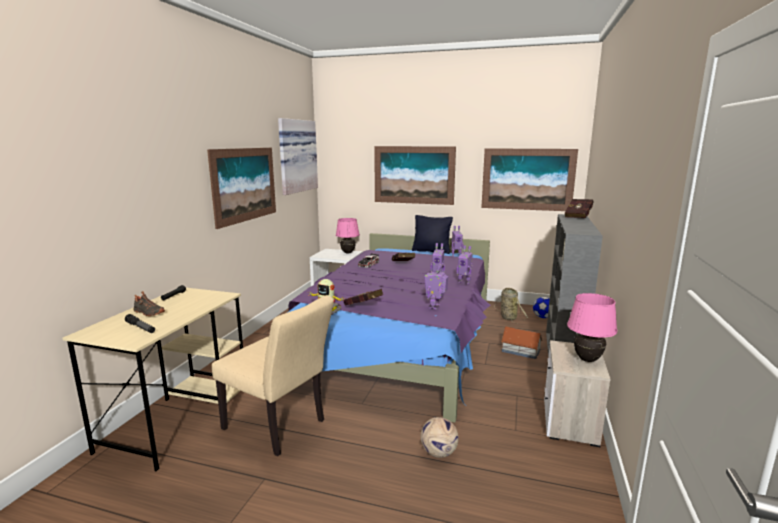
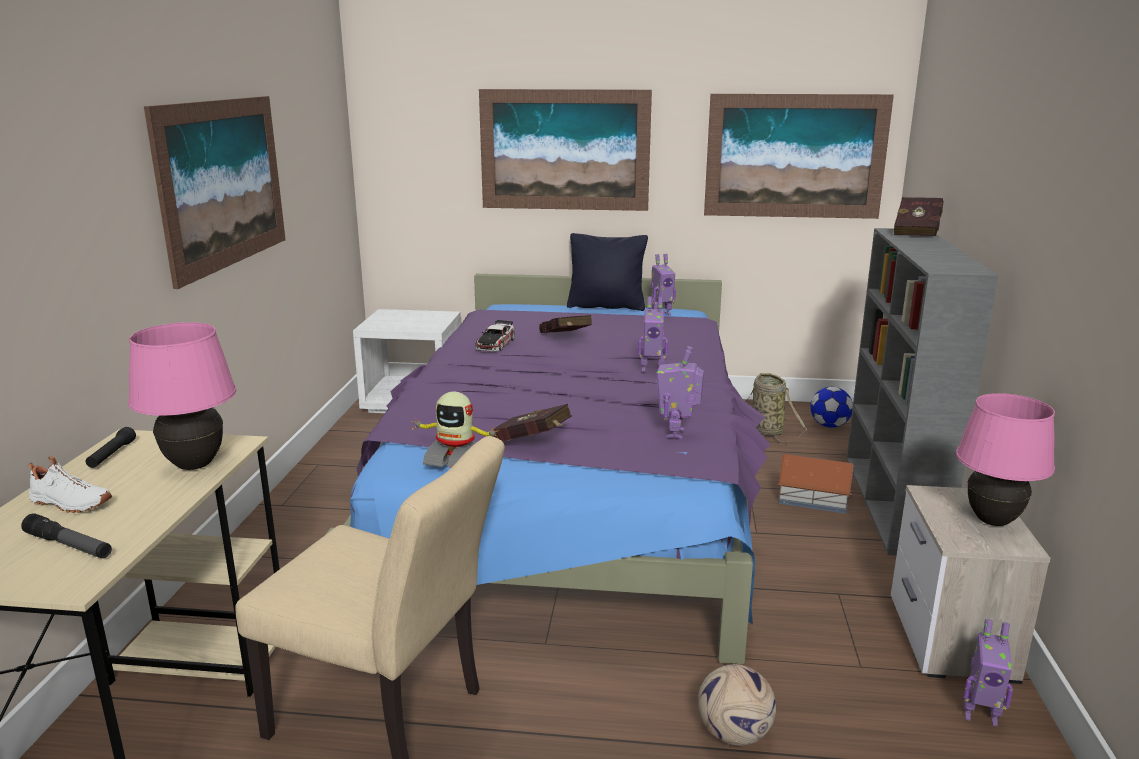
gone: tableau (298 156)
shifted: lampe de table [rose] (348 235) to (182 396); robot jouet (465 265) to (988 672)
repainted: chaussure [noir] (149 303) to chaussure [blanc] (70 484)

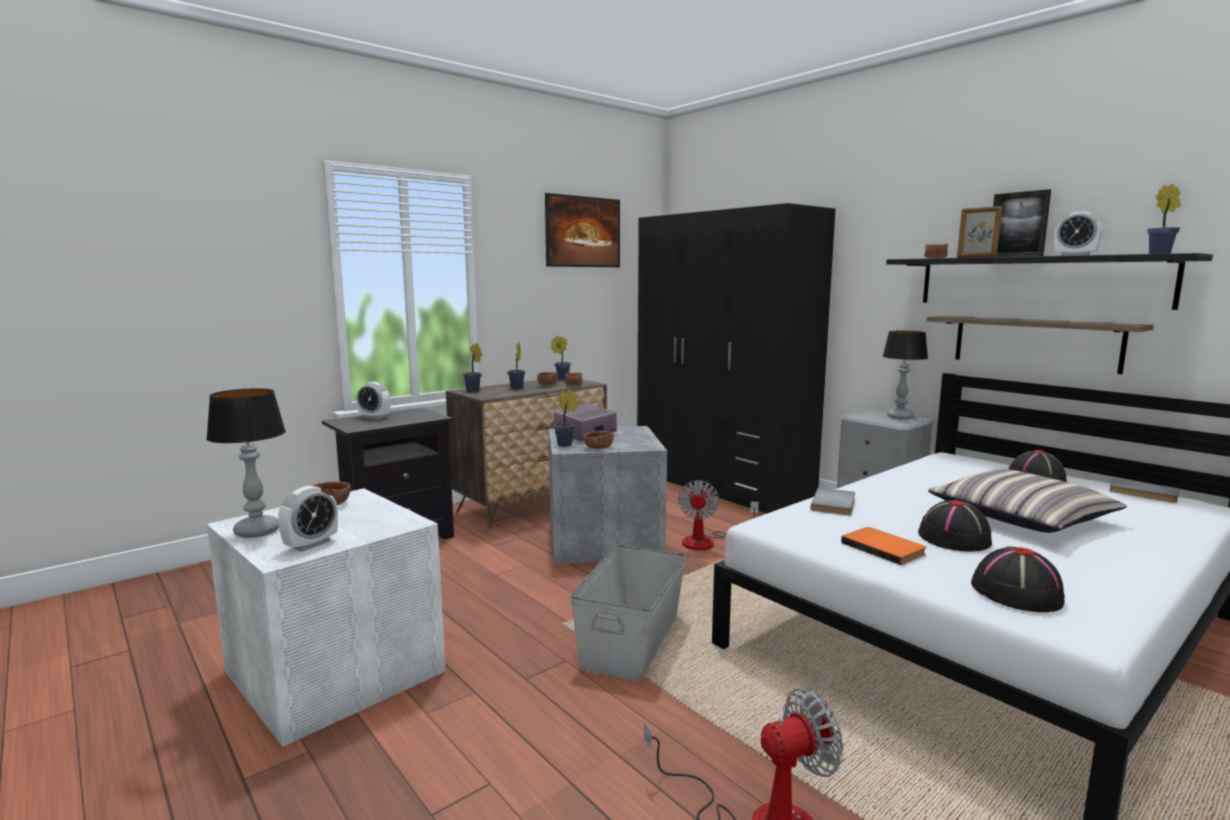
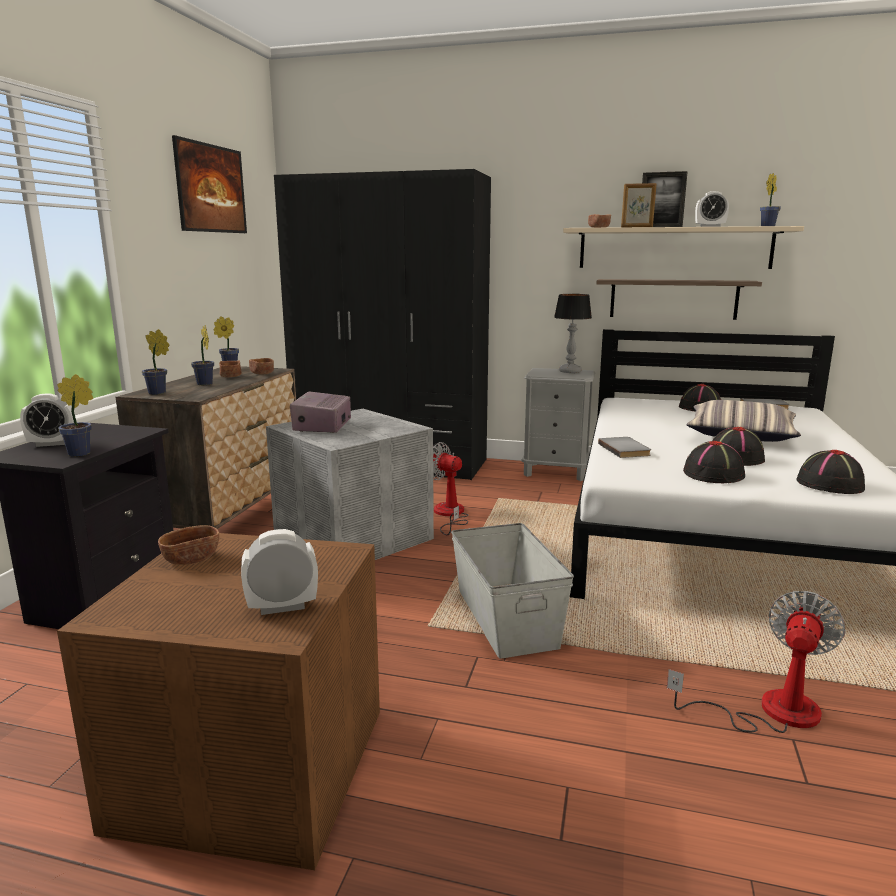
gone: lampe de table (246 463); bol [marron] (599 440)
shifted: plante en pot (566 418) to (75 415)
swapped: livre [orange] (883 546) to chapeau [noir] (714 462)
repainted: boîte de rangement [blanc] (326 617) to boîte de rangement [marron] (218 701); étagère [noir] (1049 281) to étagère [beige] (683 247)
rotated: réveil (308 519) = (279 572) 105 degrees counterclockwise; ventilateur (718 515) = (451 489) 150 degrees clockwise

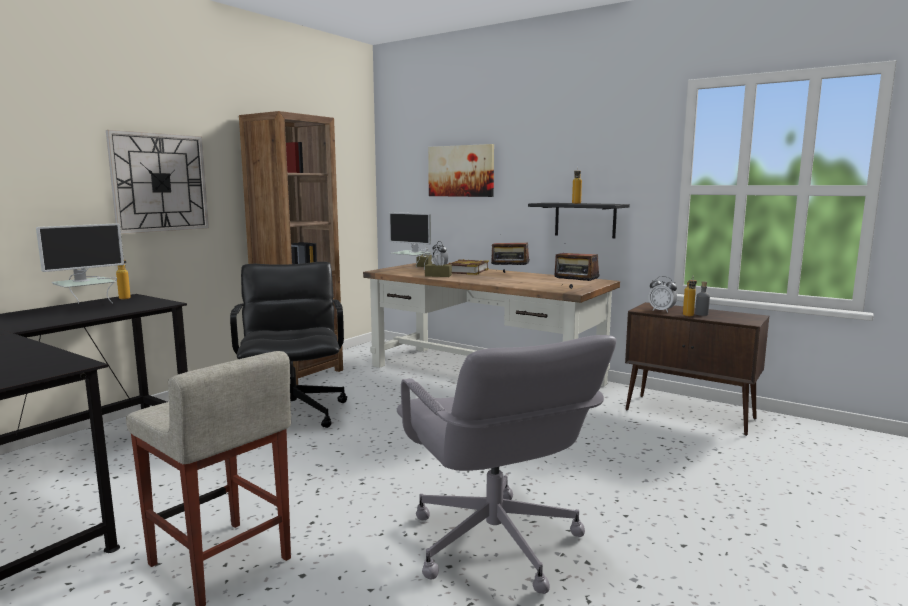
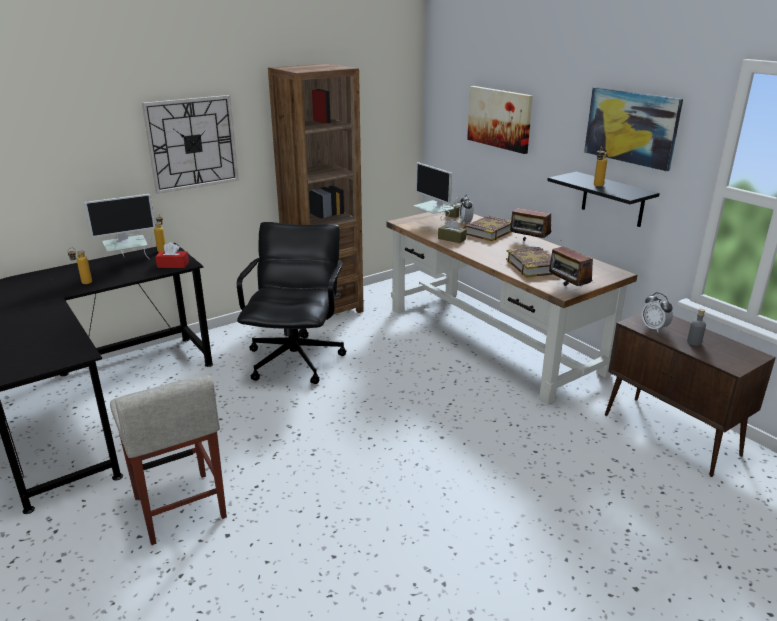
gone: chaise de bureau [gris] (506 464)
new: boîte à mouchoirs [rouge] (172 255); livre (529 262); tableau (633 129)
shifted: bouteille (690 296) to (79 265)

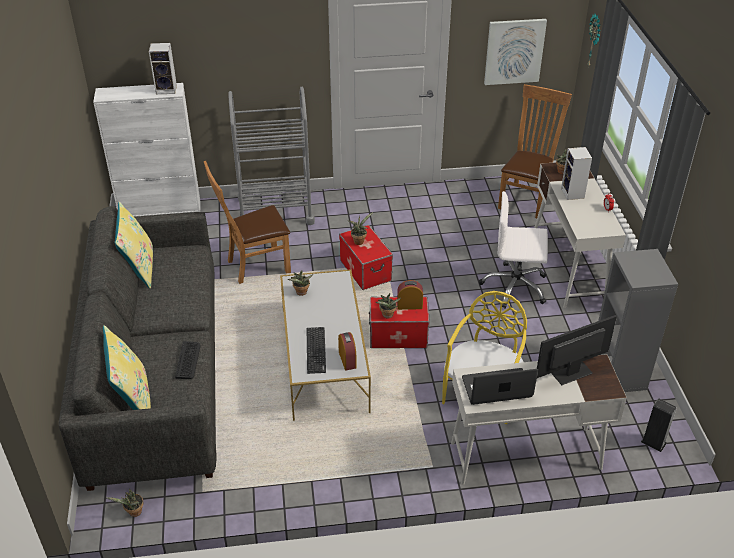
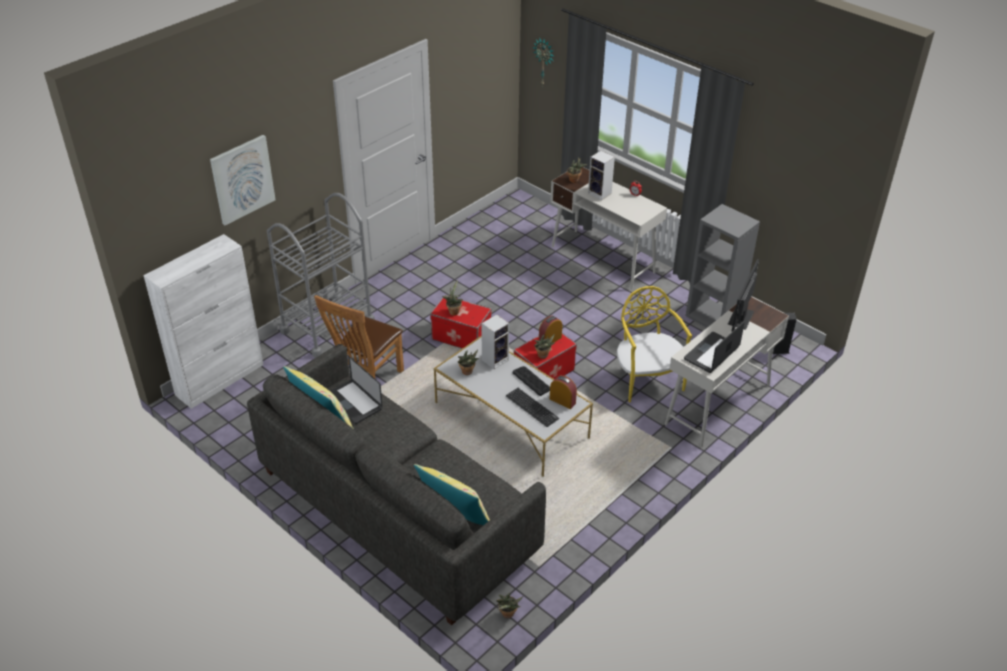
gone: chaise de bureau [blanc] (513 250); chaise [marron] (535 151)
new: ordinateur portable (356 390)
shifted: enceinte (163 68) to (495 341); clavier (188 360) to (531 381); tableau (515 52) to (243 180)

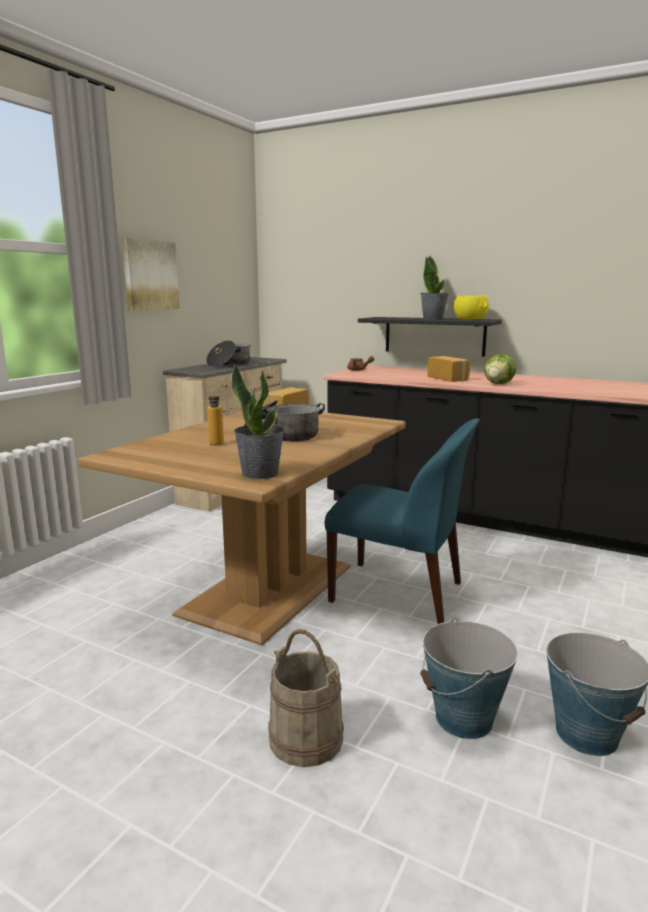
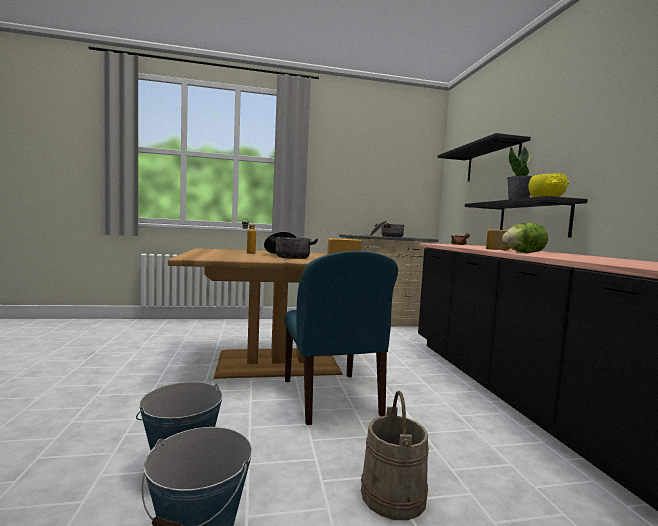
gone: tableau (151 273); plante en pot (257 421)
new: étagère [noir] (484 157)
shifted: seau [beige] (306 698) to (395 455)

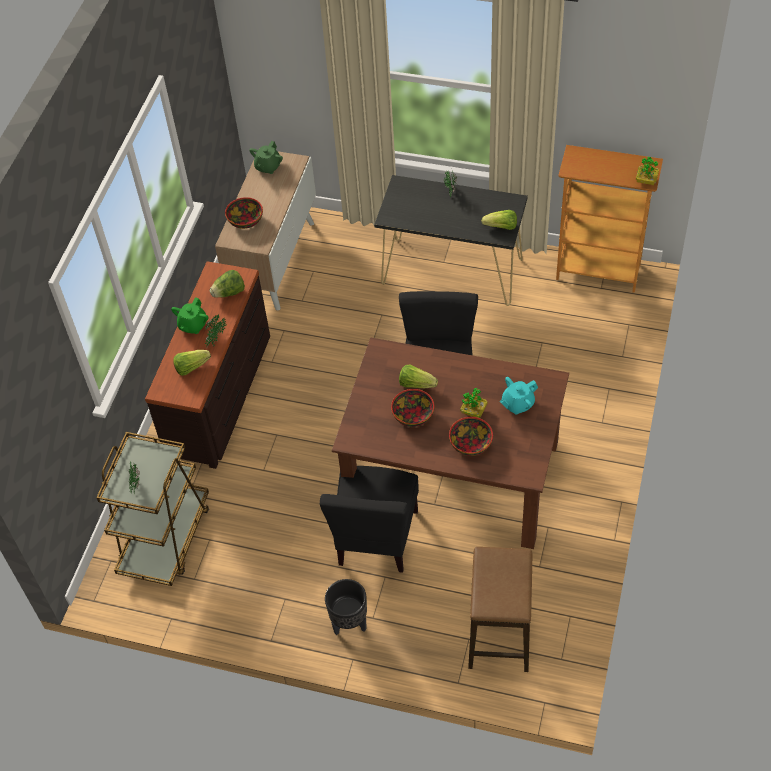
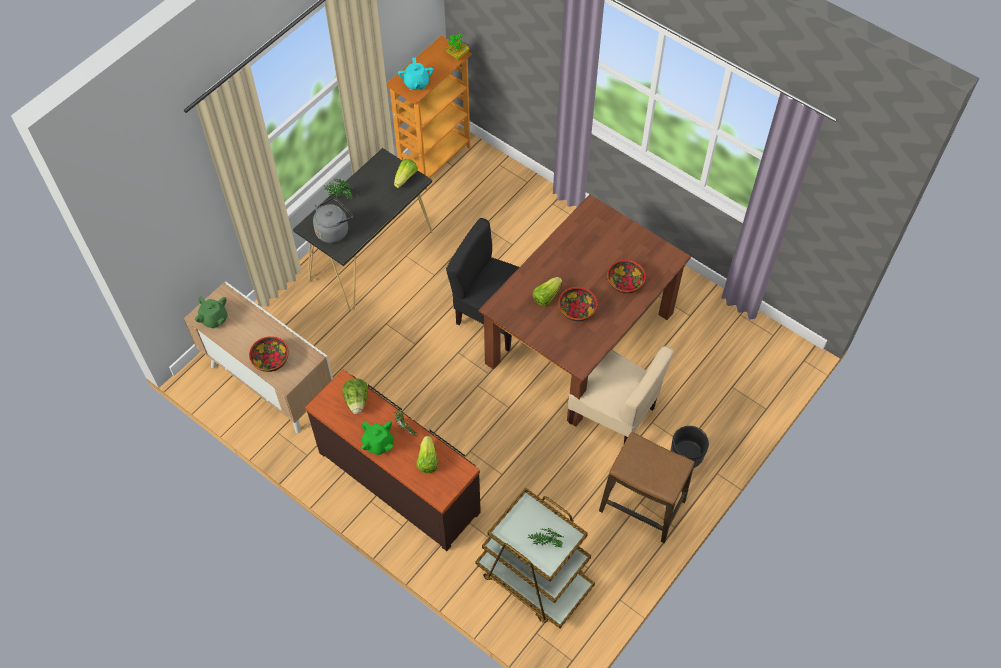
gone: plante en pot (473 403)
new: bouilloire [gris] (333 220)
shifted: tabouret (500 609) to (647 487); théière [turquoise] (518 396) to (415 74)
repainted: chaise [noir] (369 519) to chaise [beige] (621 394)

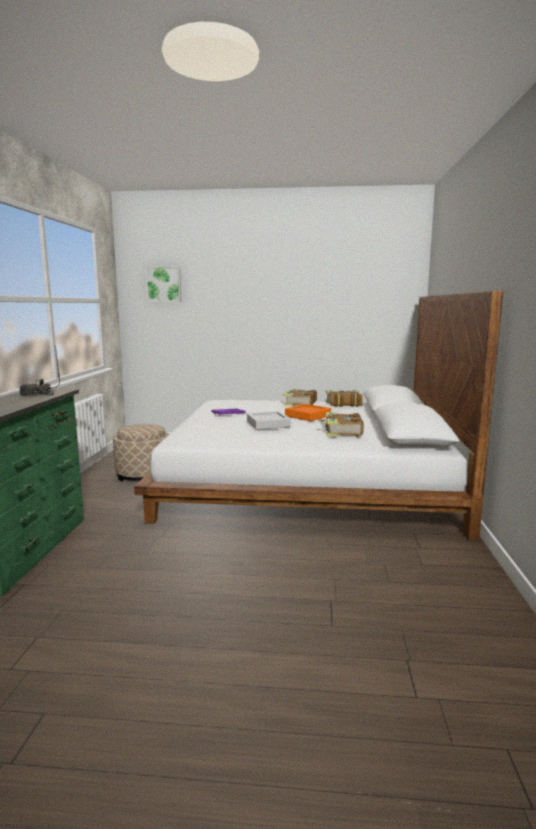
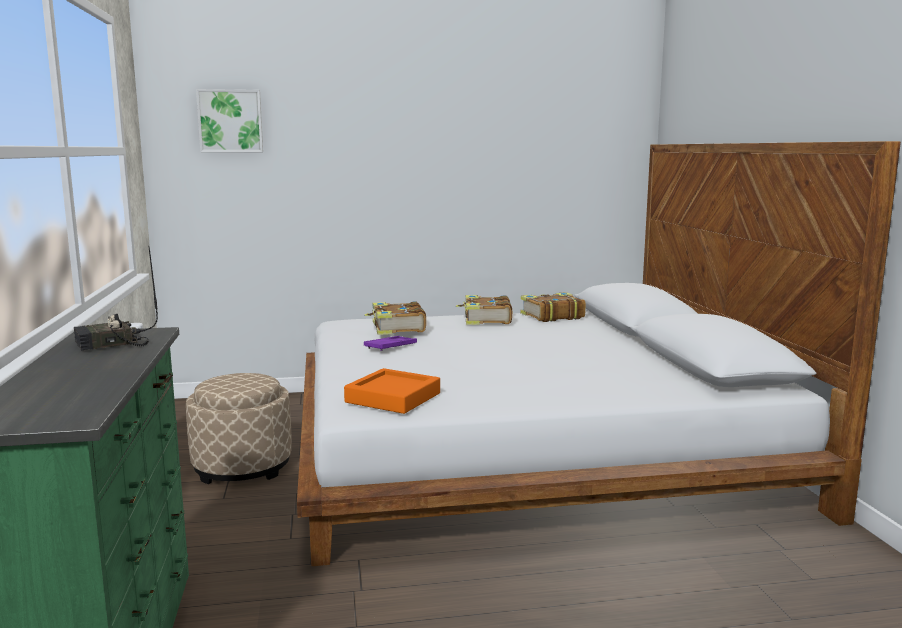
gone: plateau [gris] (269 420)
shifted: plateau [orange] (308 412) to (392 391); livre (341 424) to (395 318)

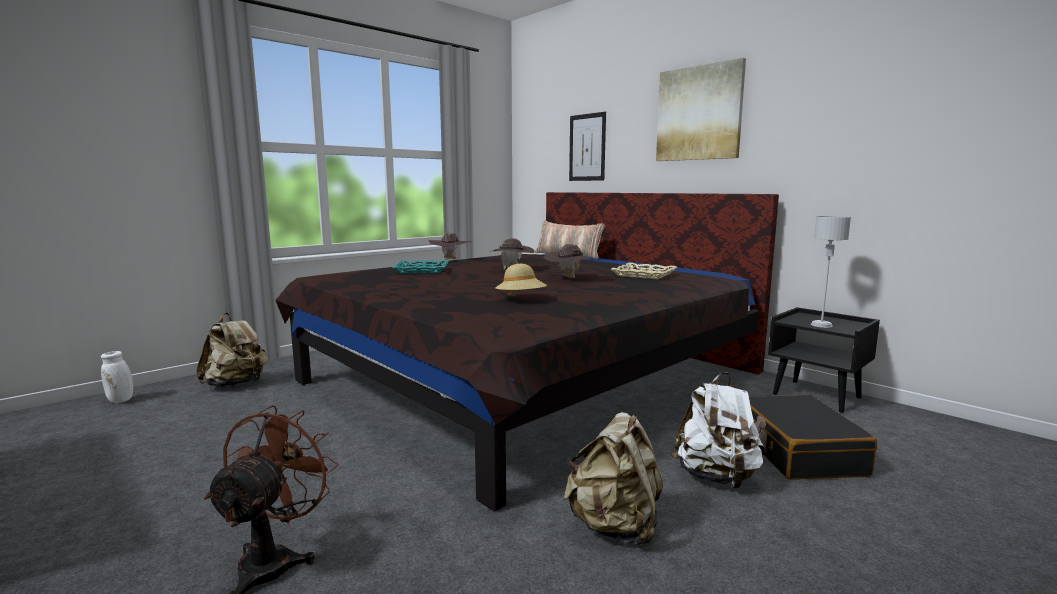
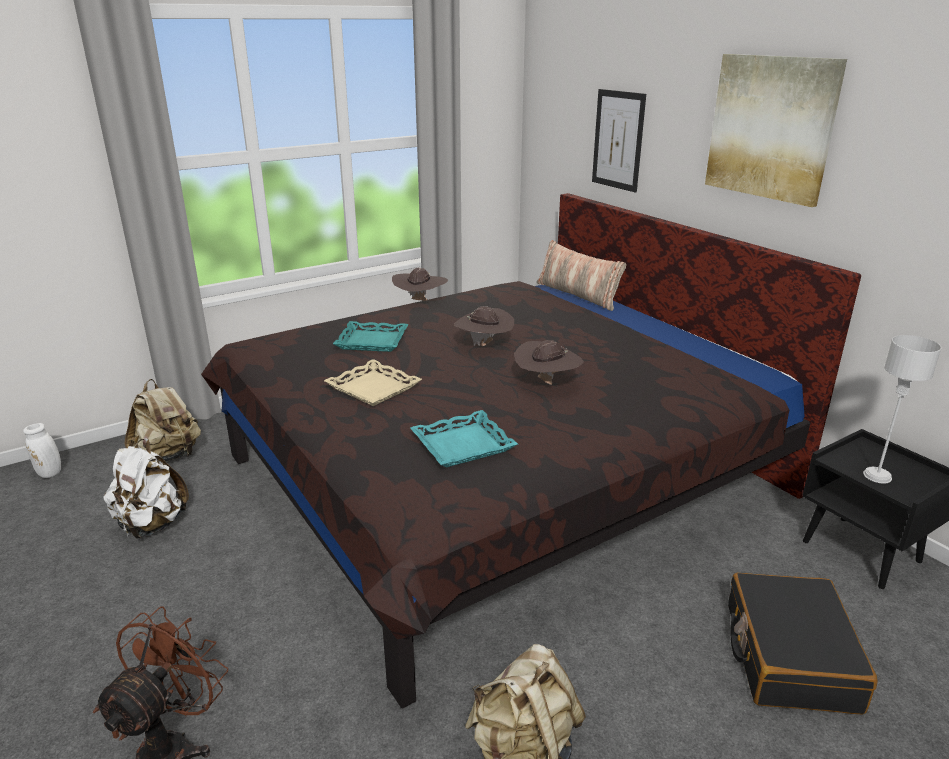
shifted: plateau [beige] (644 271) to (373 382); sac à dos [blanc] (718 430) to (146 488)
swapped: chapeau [beige] (521 279) to plateau [turquoise] (464 438)

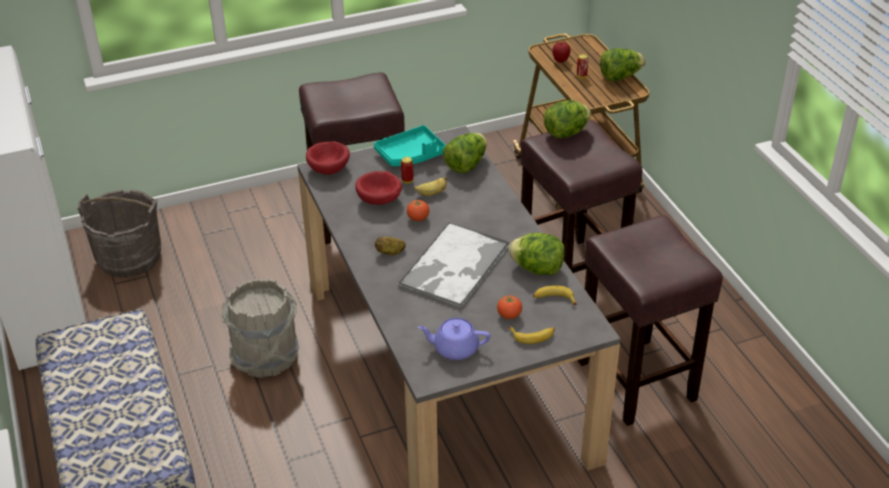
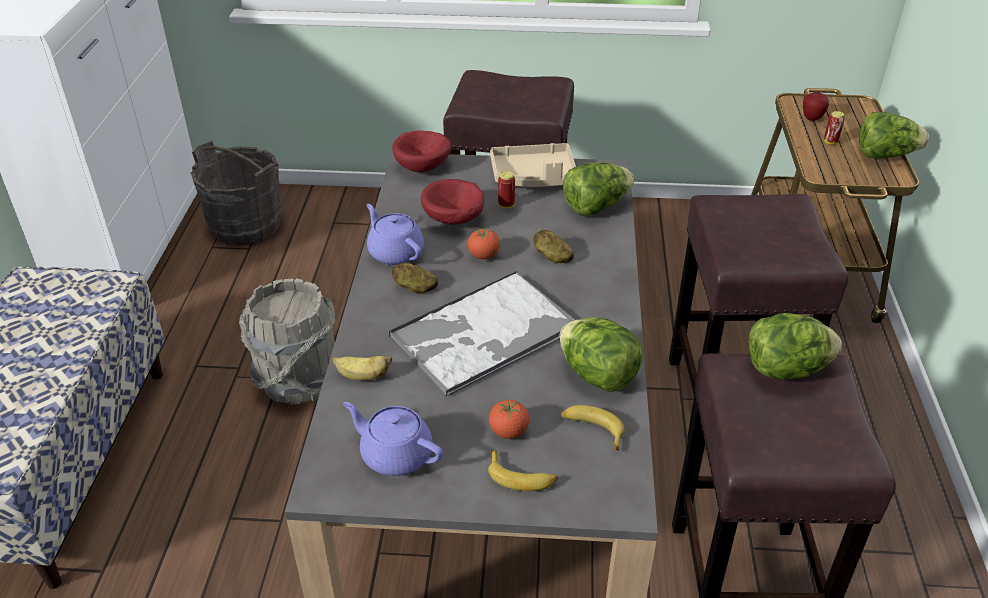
new: théière [violet] (395 234); pomme de terre (553 246)
shifted: banane (431 186) to (362 368); laitue (567 119) to (795 346)
repainted: plateau [turquoise] (410 145) to plateau [beige] (533 165)

